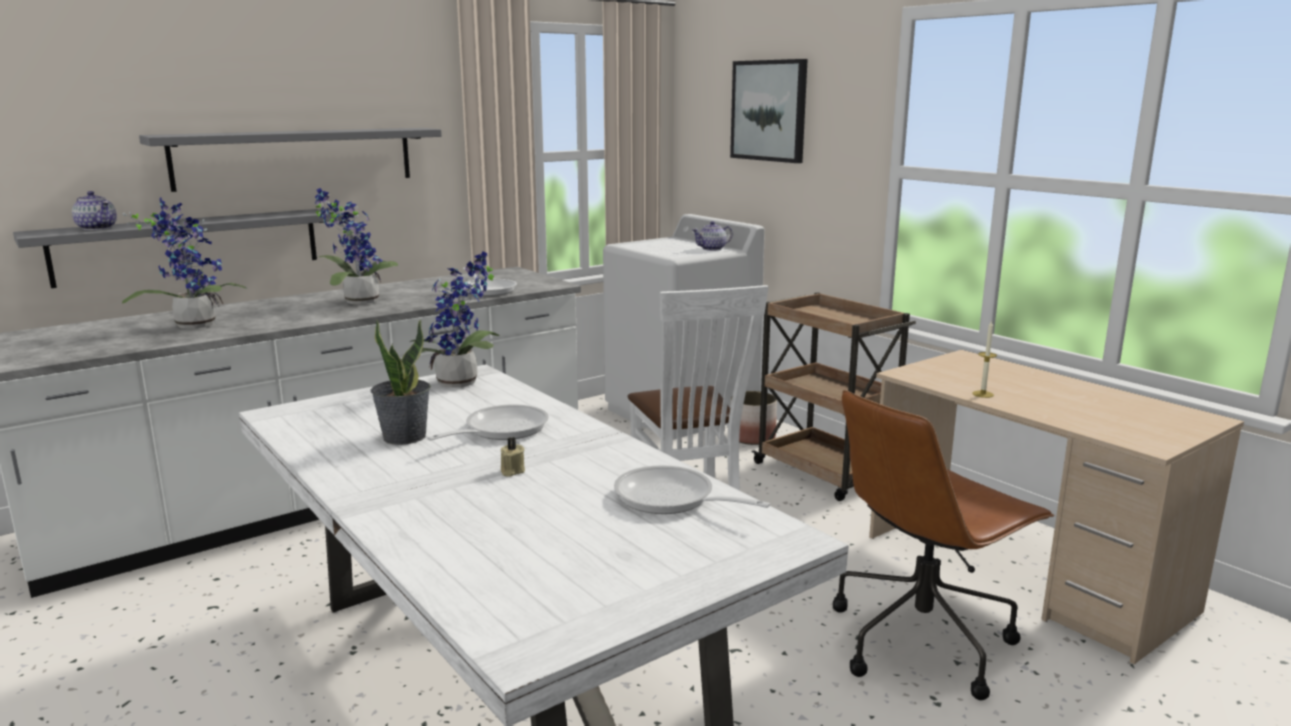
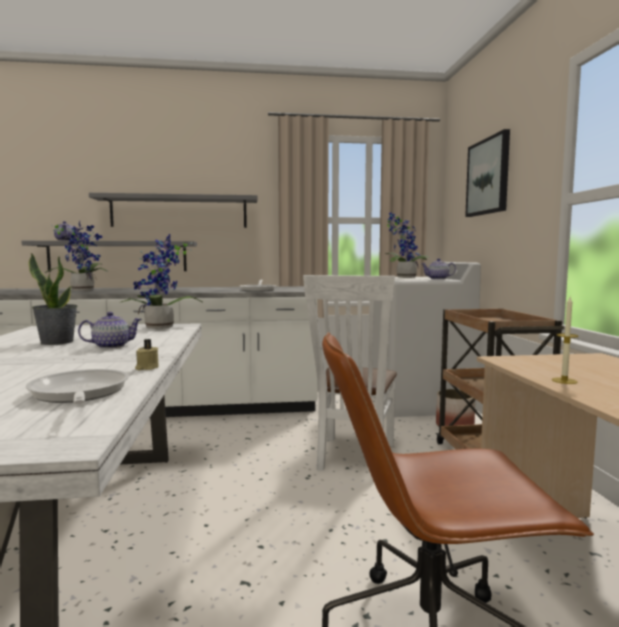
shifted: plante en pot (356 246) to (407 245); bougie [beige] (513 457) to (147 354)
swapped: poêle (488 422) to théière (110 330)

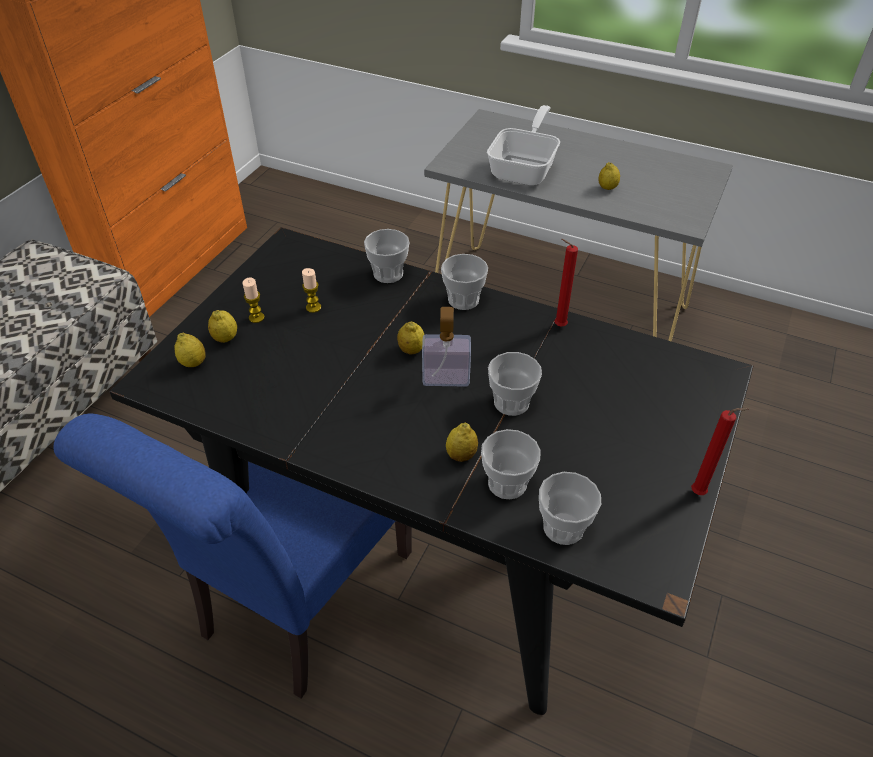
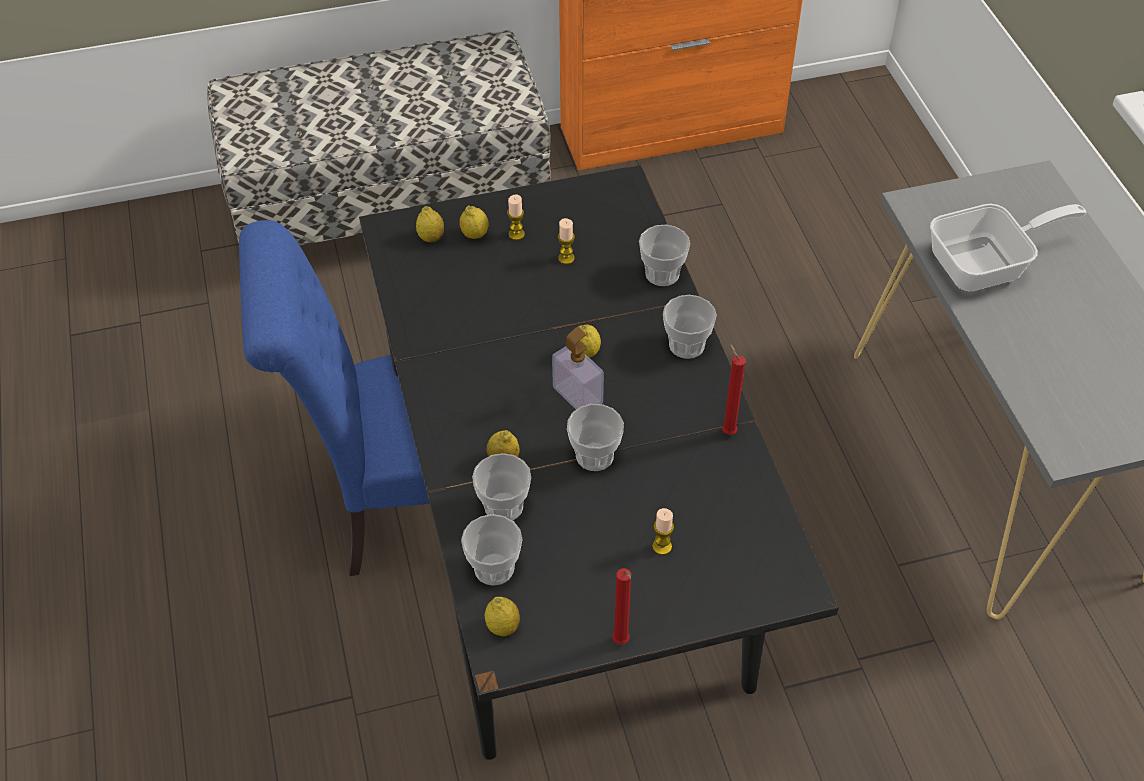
new: bougie (663 531)
shifted: citron (609 176) to (502 616)

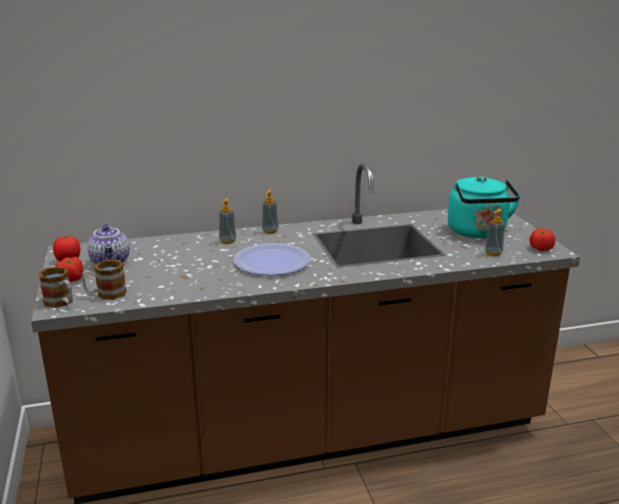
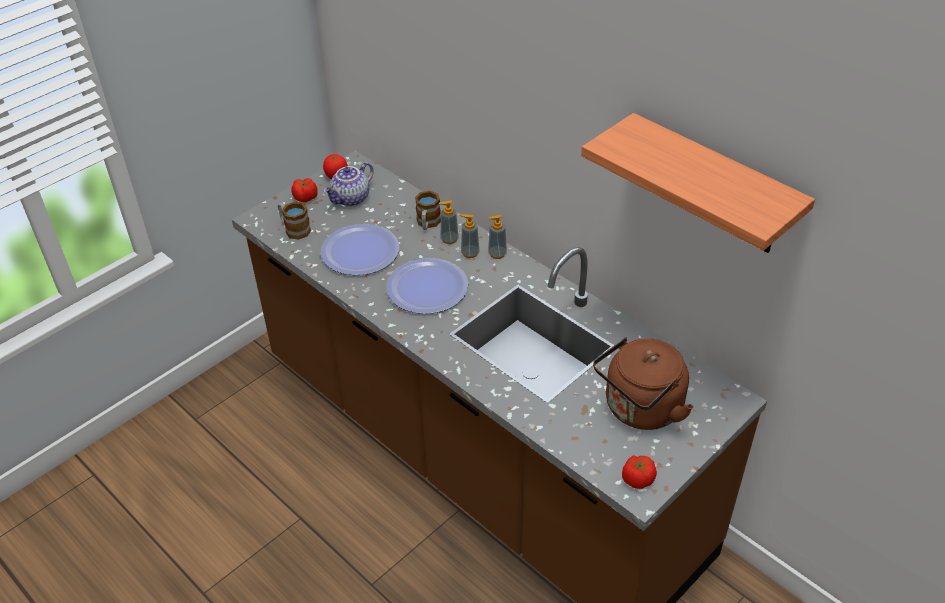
new: assiette (360 249); étagère (698 183)
shifted: mug (55 287) to (428 210); distributeur de savon (495 232) to (470 236)
repainted: bouilloire [turquoise] (484 207) to bouilloire [marron] (643 383)

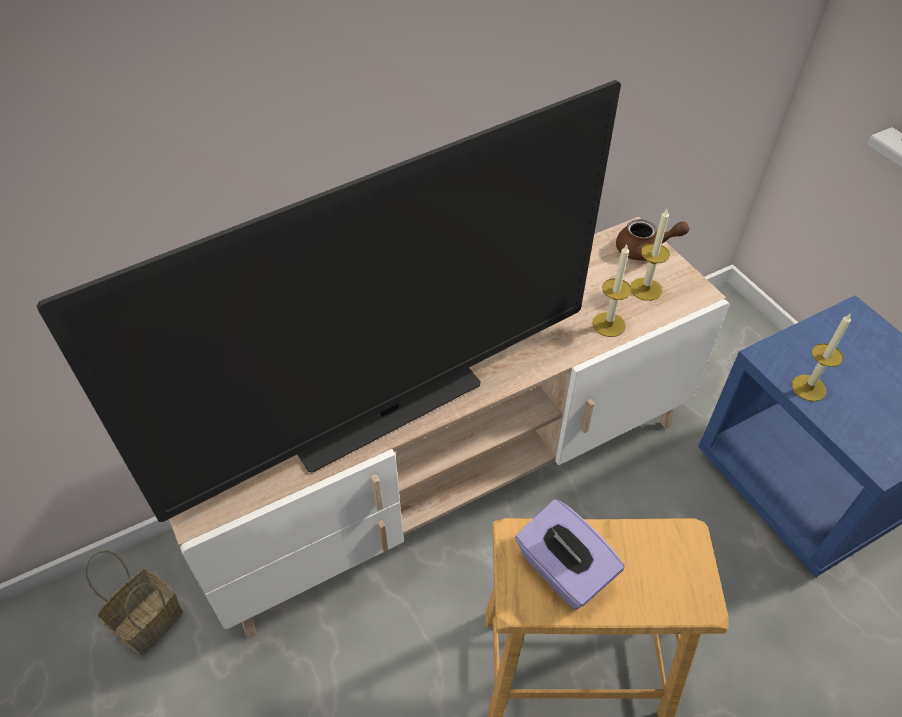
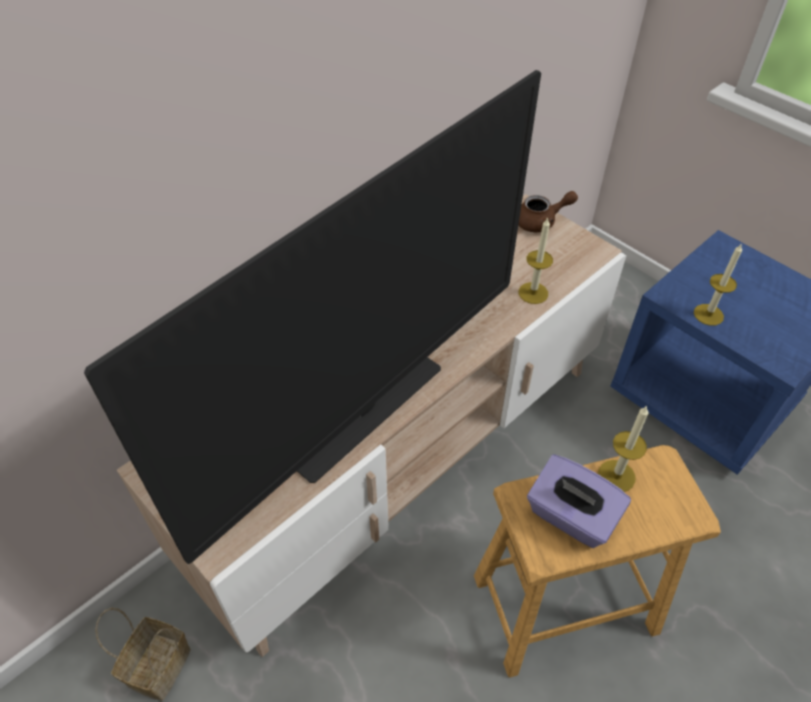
shifted: bougie (650 255) to (623 448)

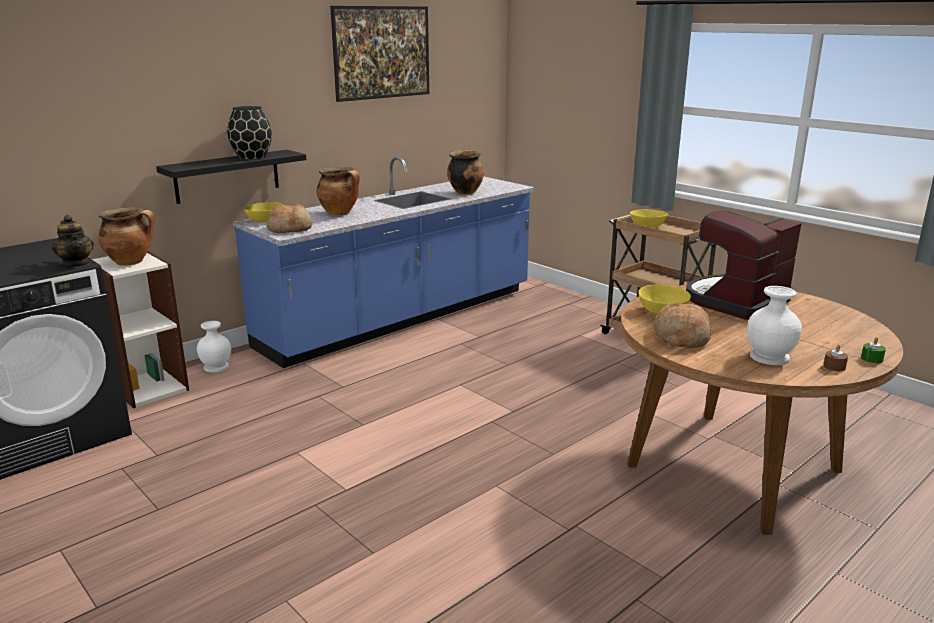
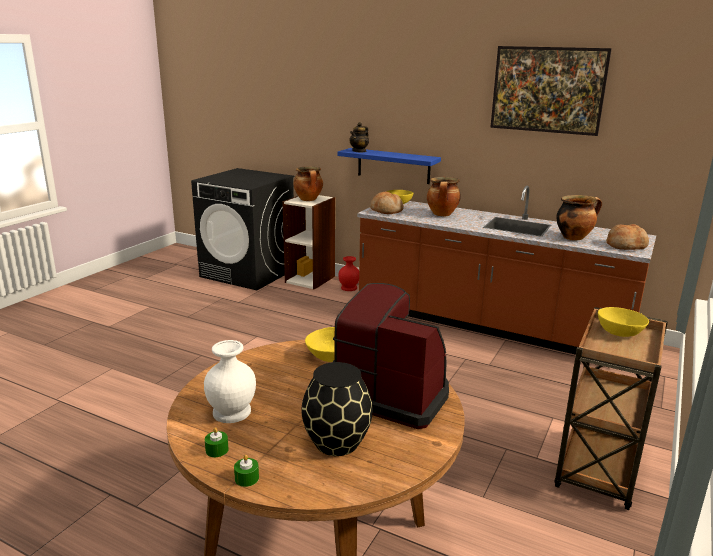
shifted: théière (73 241) to (359 137); vase [noir] (249 132) to (337 409); pain (682 325) to (627 237)
repainted: étagère [noir] (231 177) to étagère [bleu] (389 166); vase [blanc] (214 347) to vase [rouge] (348 273); comptoir de cuisine [bleu] (384 262) to comptoir de cuisine [marron] (506 270); bougie [marron] (836 358) to bougie [vert] (217 442)

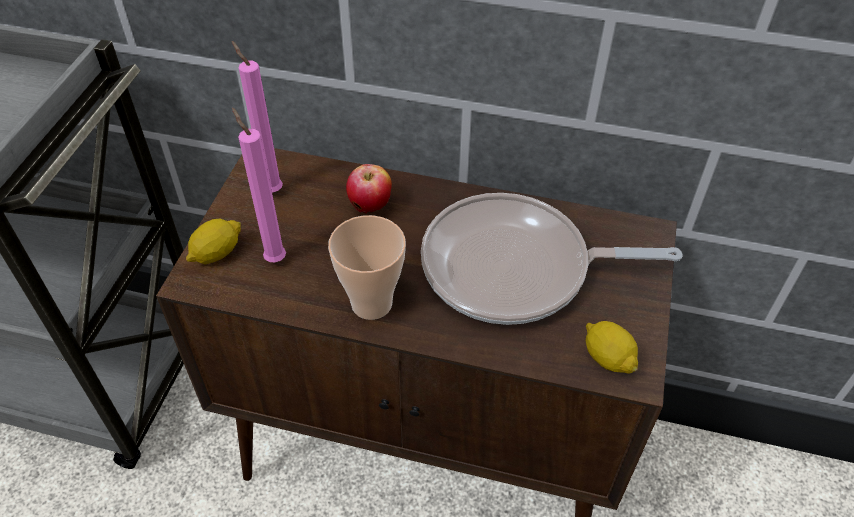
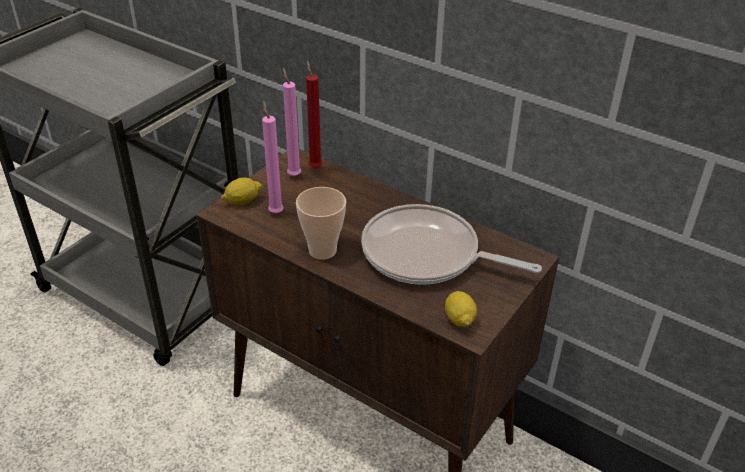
gone: pomme (369 188)
new: bougie [rouge] (314 114)

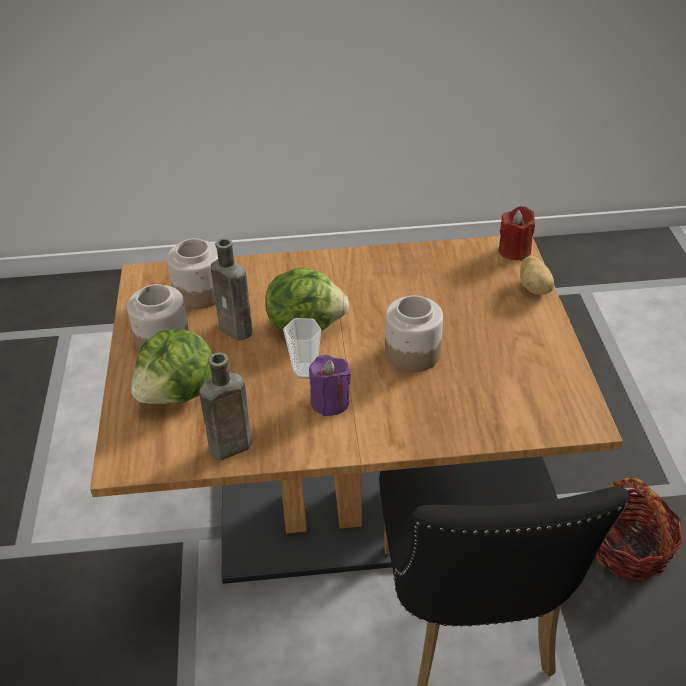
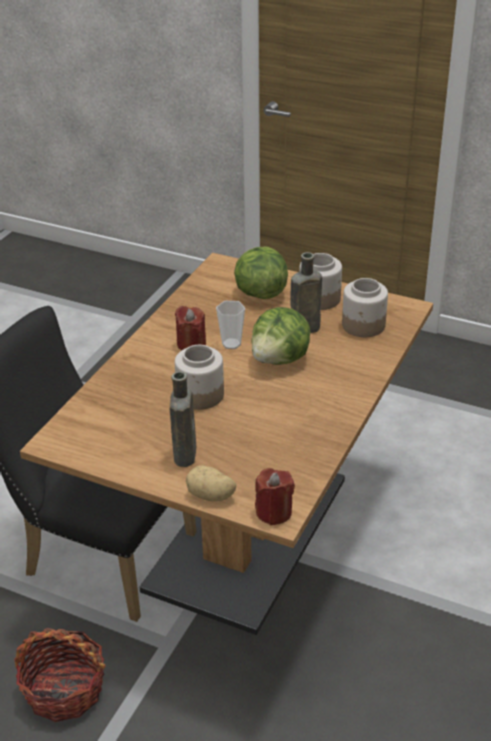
shifted: bouteille [marron] (225 406) to (183 419)
repainted: bougie [violet] (330 385) to bougie [rouge] (190 328)

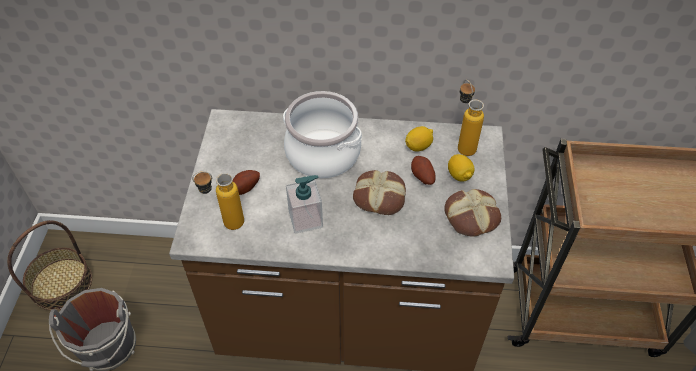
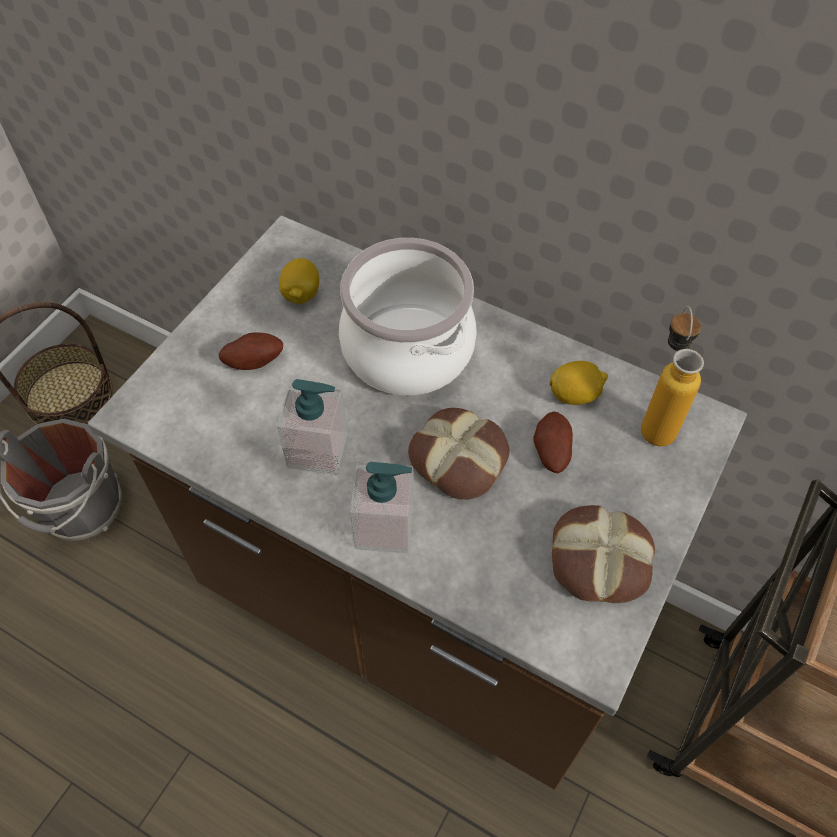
gone: bouteille (218 200)
new: distributeur de savon (382 507)
shifted: citron (461 168) to (299 281)

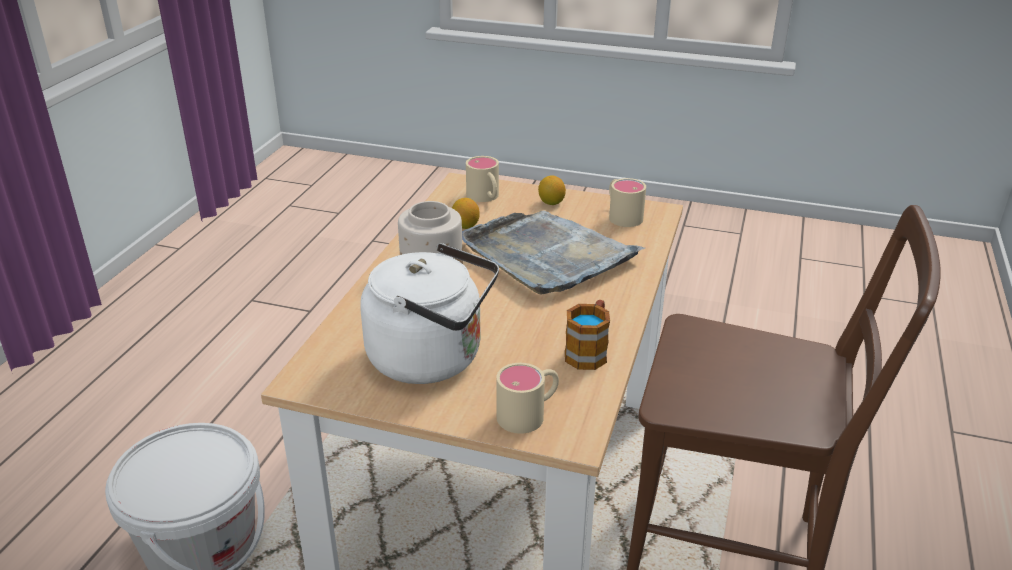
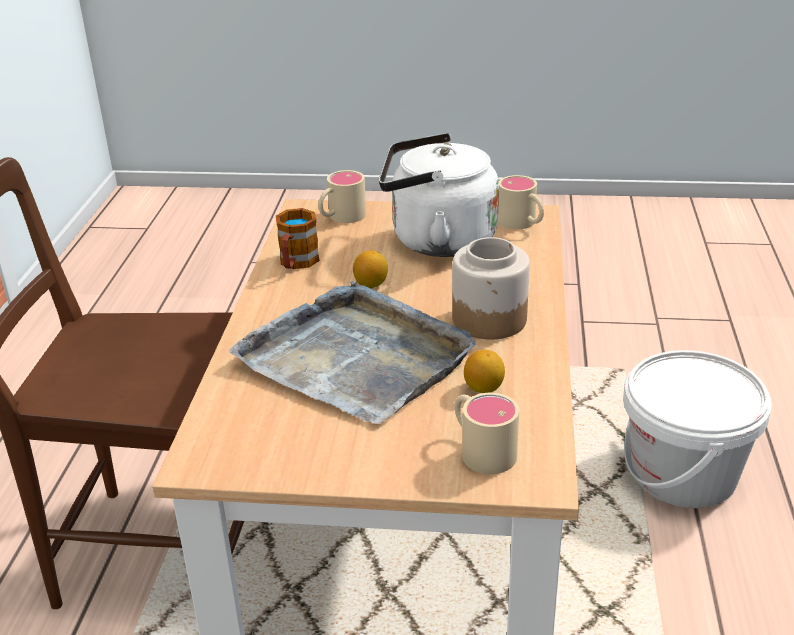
shifted: citron (552 190) to (370 269); mug [beige] (627 202) to (521 202)

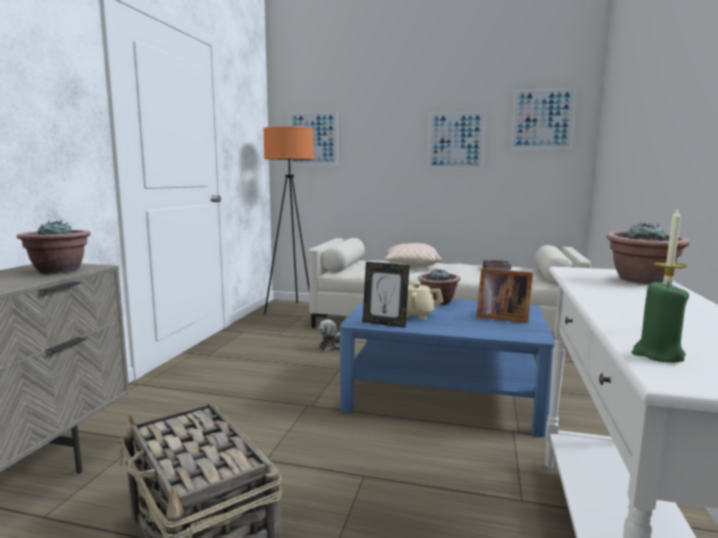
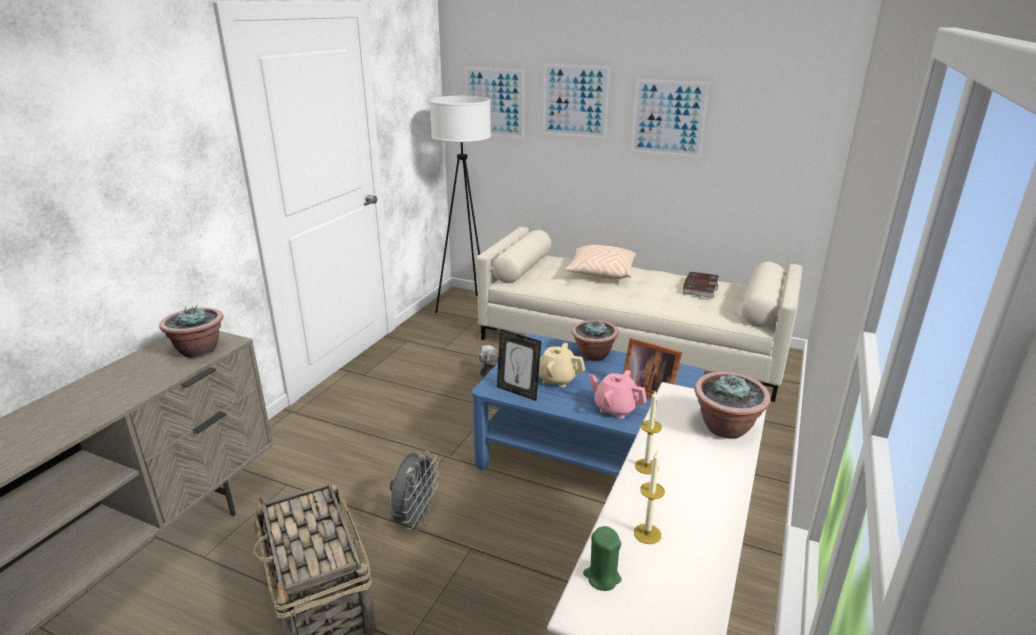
new: ventilateur [gris] (414 491); théière [rose] (617 394); bougie (648 432)
shifted: tableau (544 118) to (576 101)
repainted: lampadaire [orange] (288 220) to lampadaire [blanc] (460 204)

